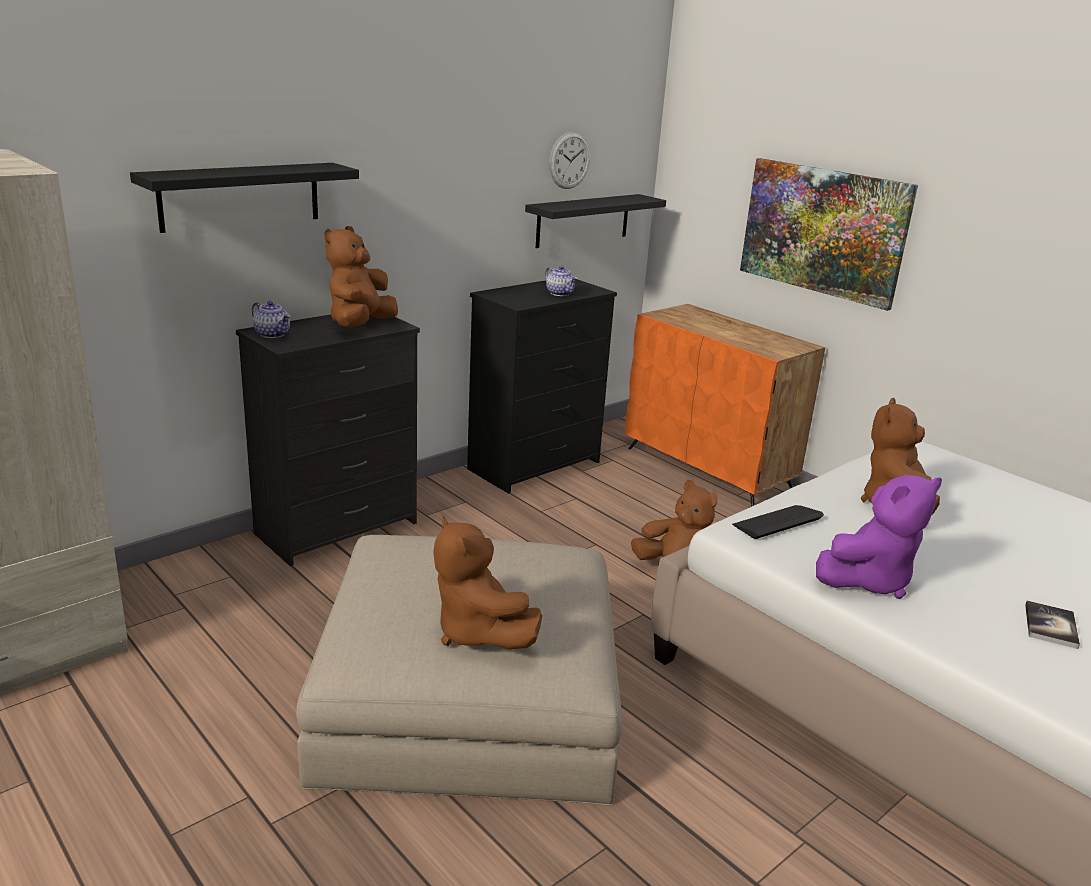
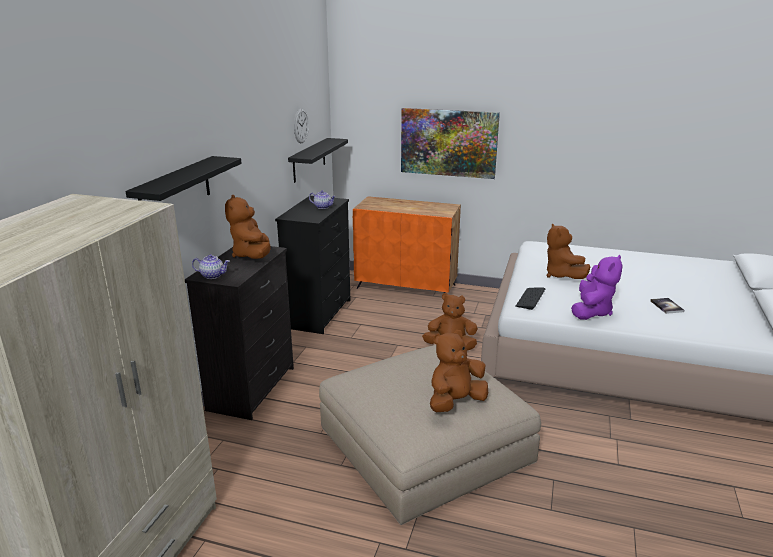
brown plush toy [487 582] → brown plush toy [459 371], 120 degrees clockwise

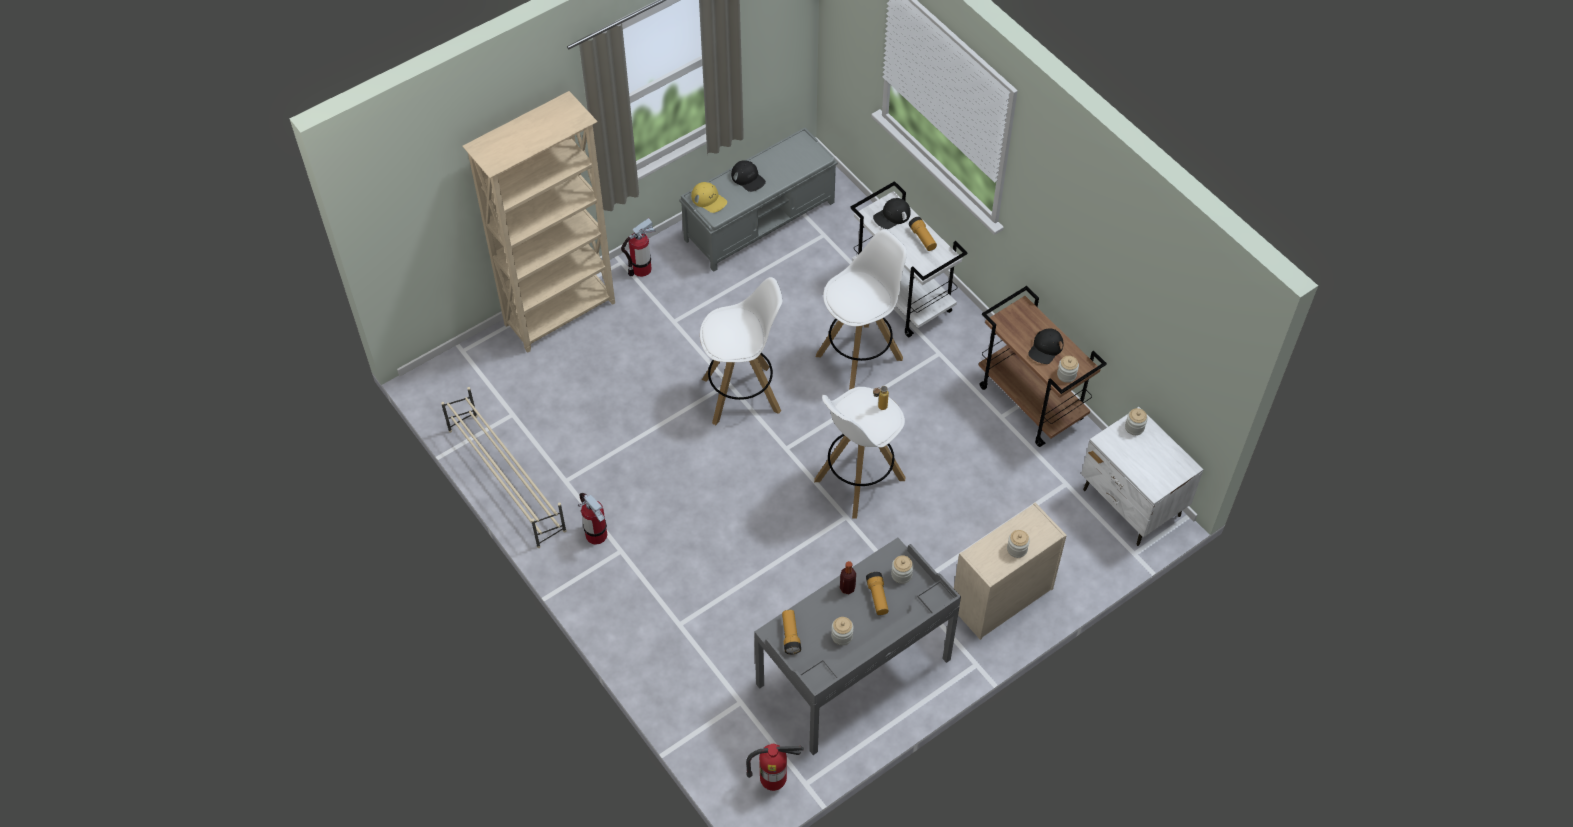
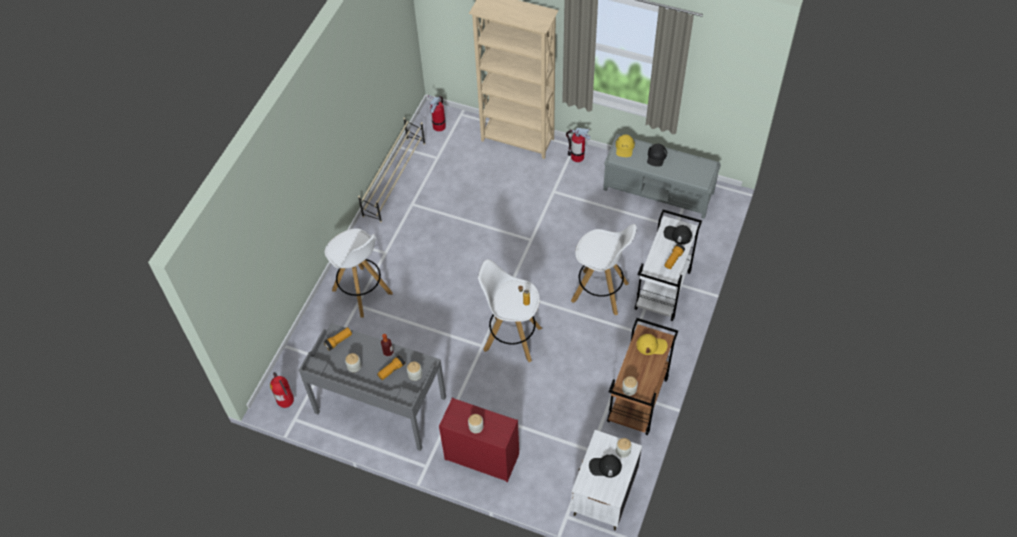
fire extinguisher [592 519] → fire extinguisher [437 113], relocated
white stool [741 351] → white stool [358 273], relocated
beige dresser [1010 571] → red dresser [479 440]
black cap [1046 346] → black cap [605 466], relocated
- → yellow cap [652 344]

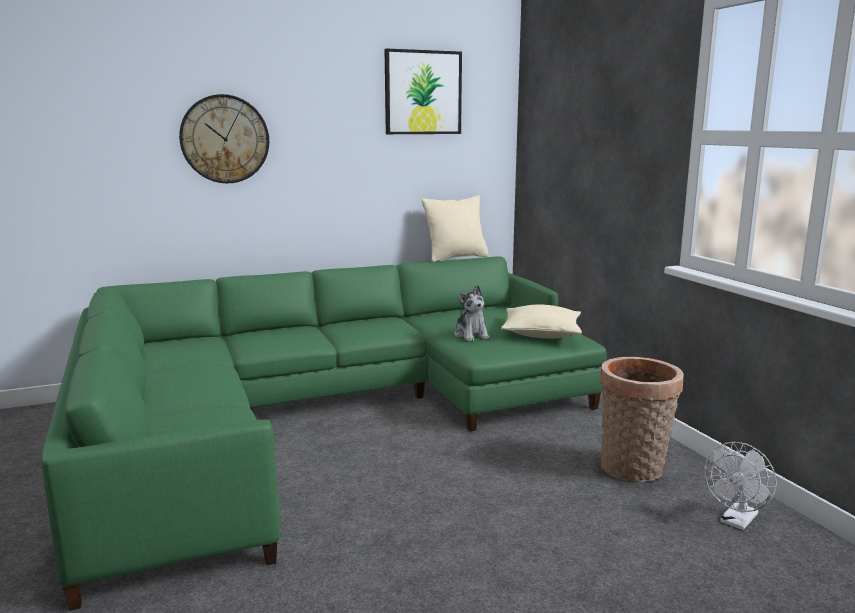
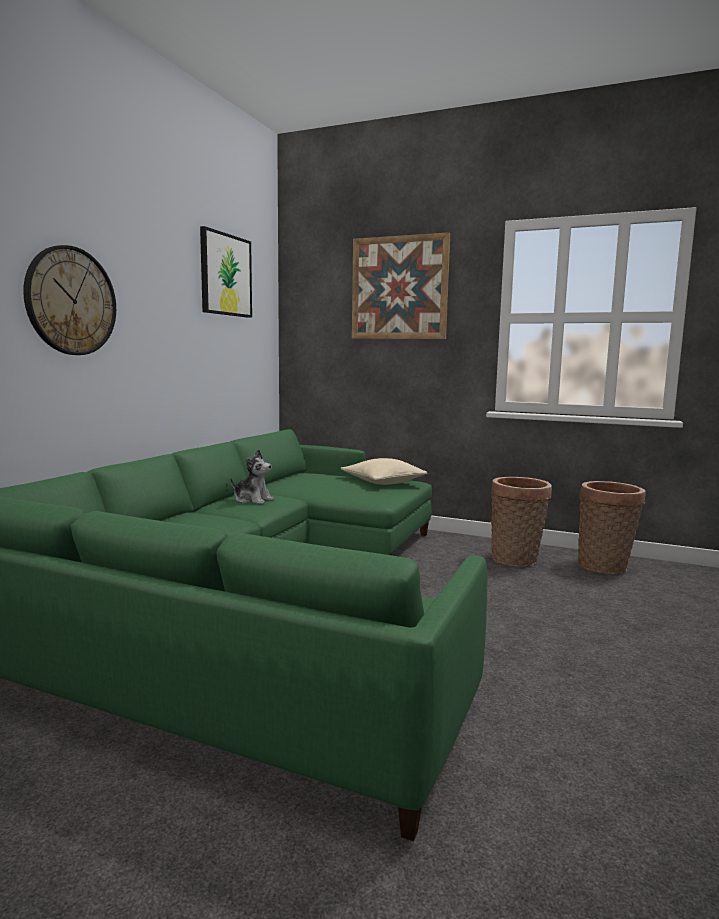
beige pillow [455 228] → -
plush toy [472 313] → plush toy [252 476], relocated
white fan [740 486] → basket [611 527]
- → picture [401 285]

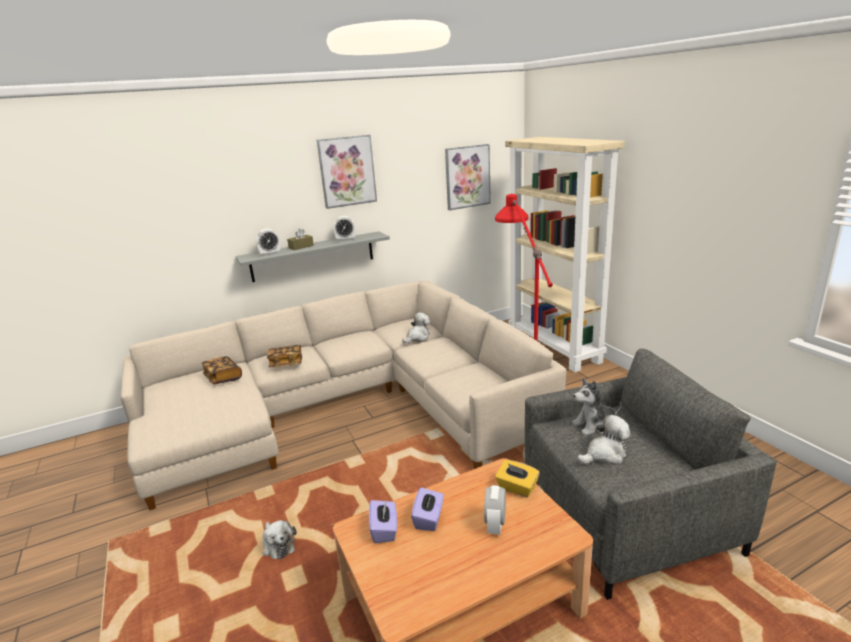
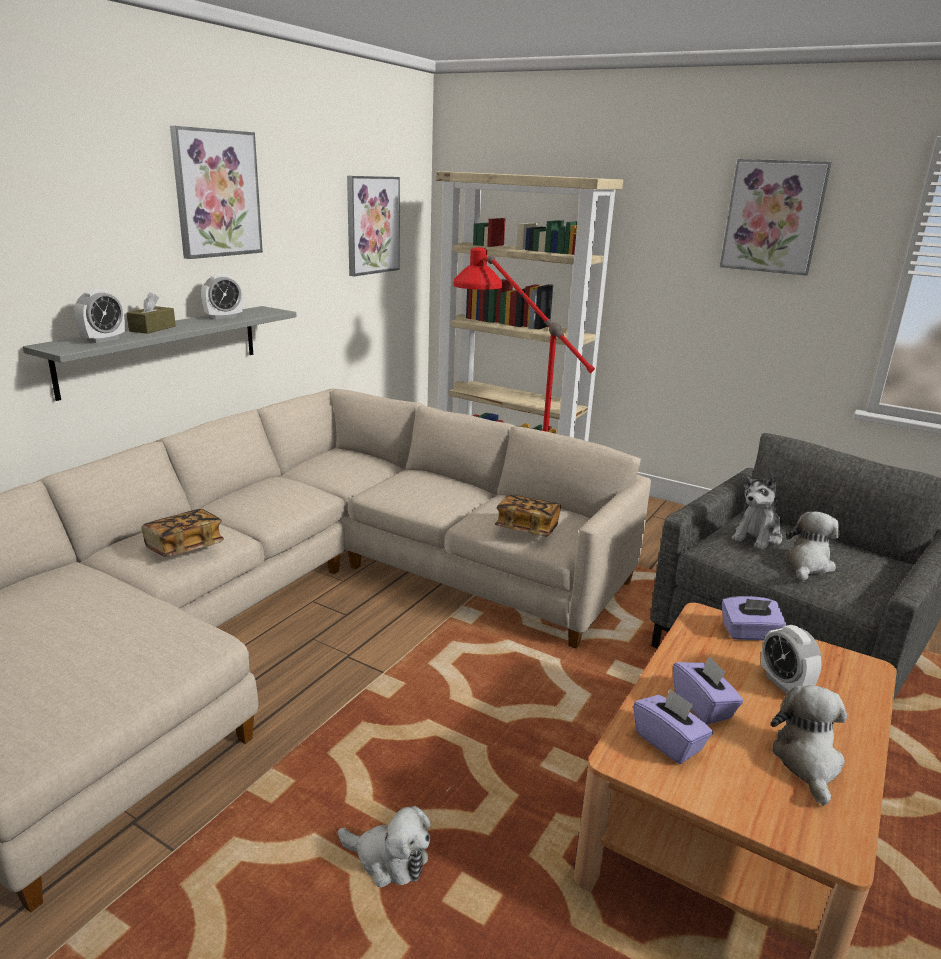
book [222 370] → book [528 516], relocated
plush toy [416 328] → plush toy [809 745], relocated
yellow tissue box [517 478] → purple tissue box [754 618]
- → picture [775 217]

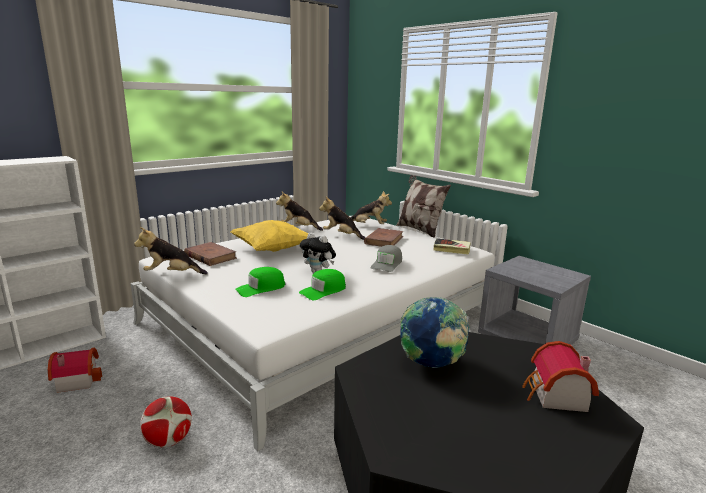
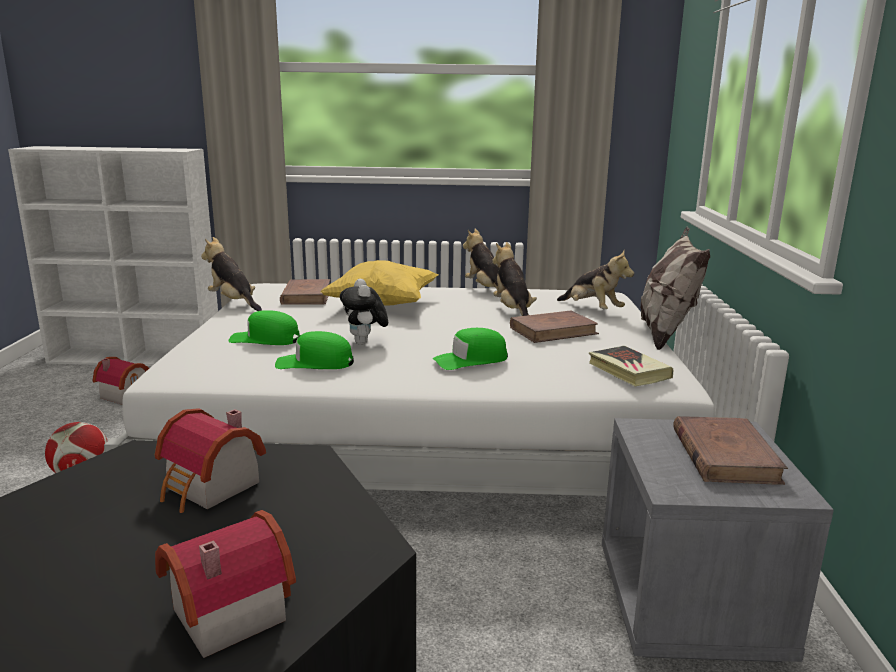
grey cap [386 258] → green cap [470 349]
globe [435 332] → toy house [210 460]
- → brown book [730 450]

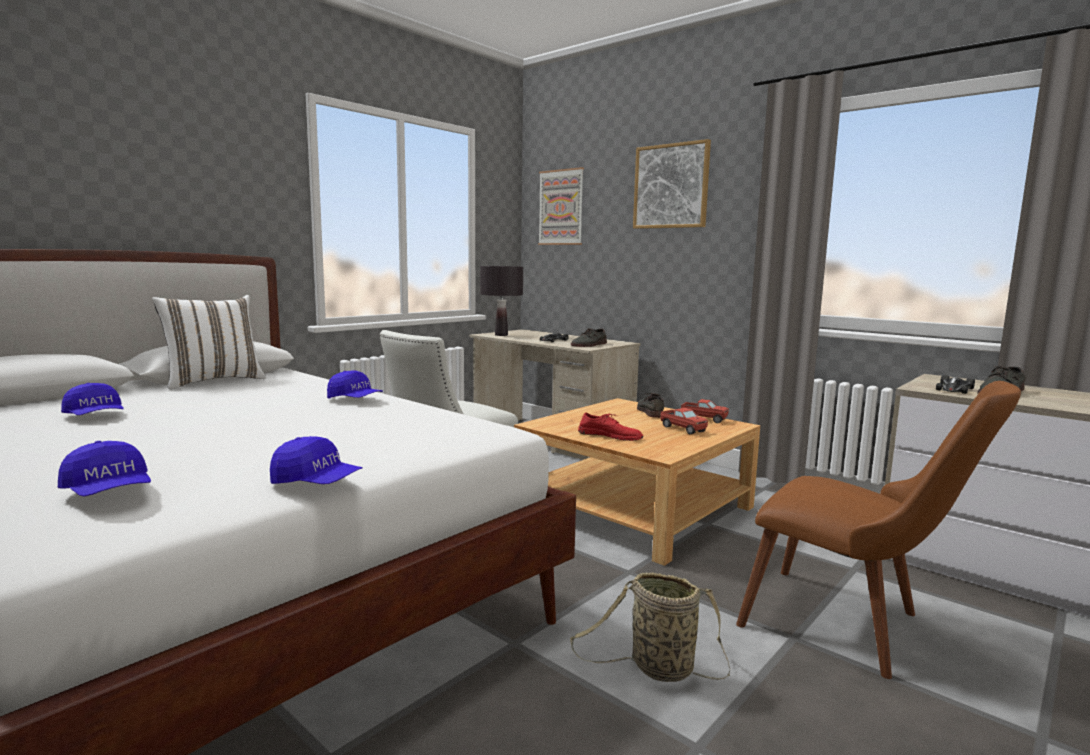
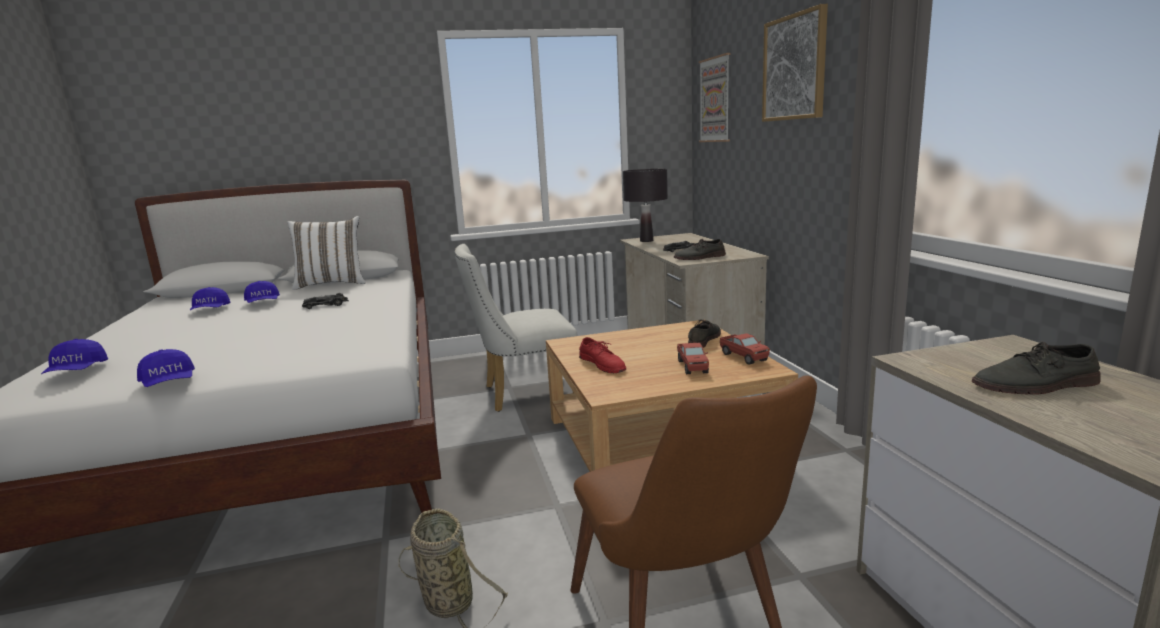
blue cap [355 384] → blue cap [262 292], relocated
toy car [955 384] → toy car [325 301], relocated

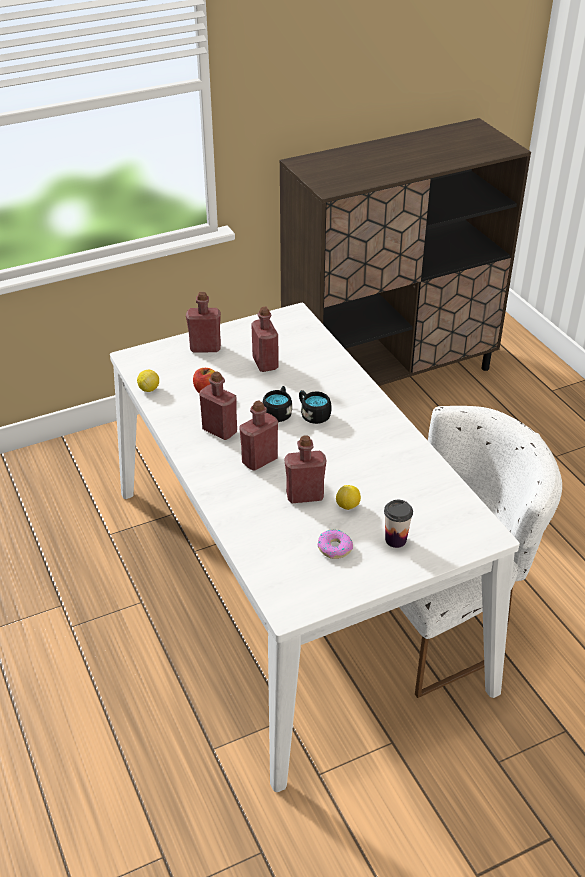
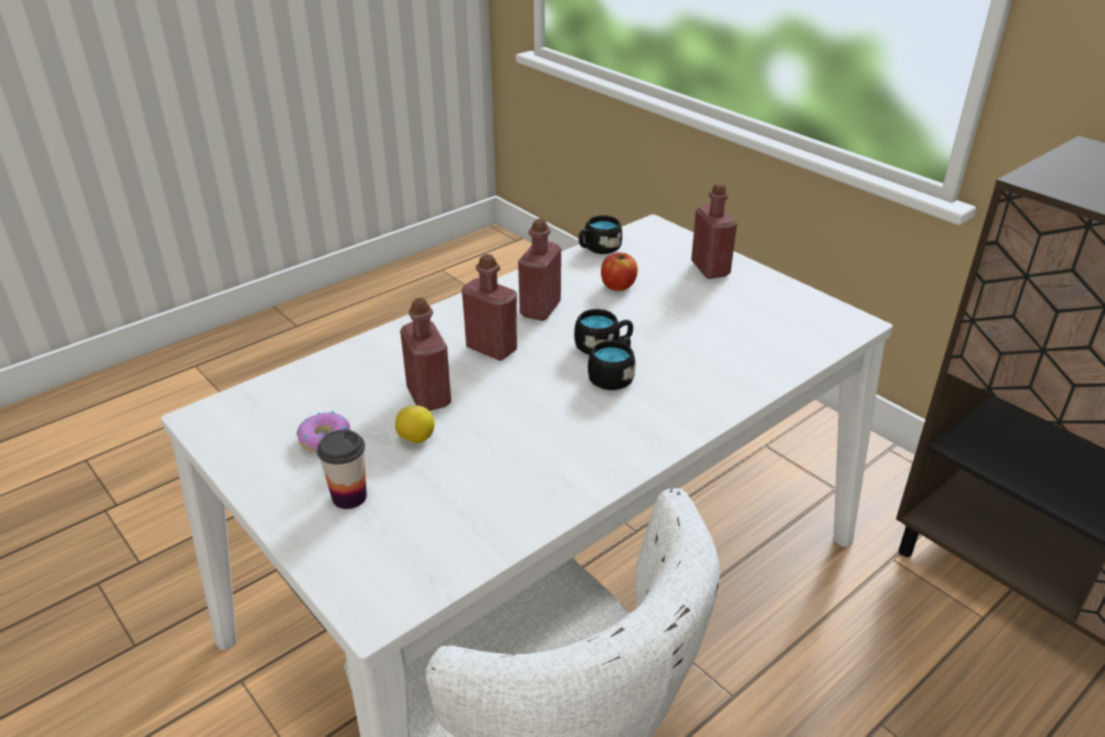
lemon [148 381] → black mug [600 234]
red bottle [265 339] → -

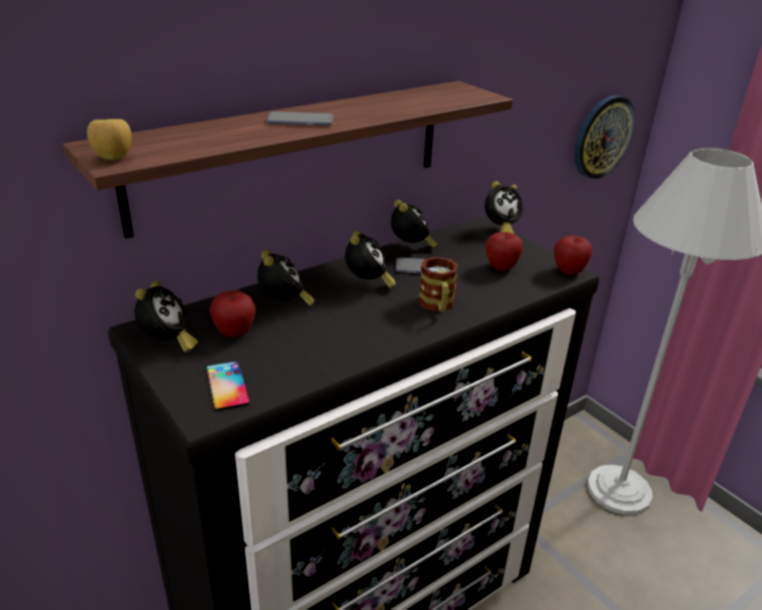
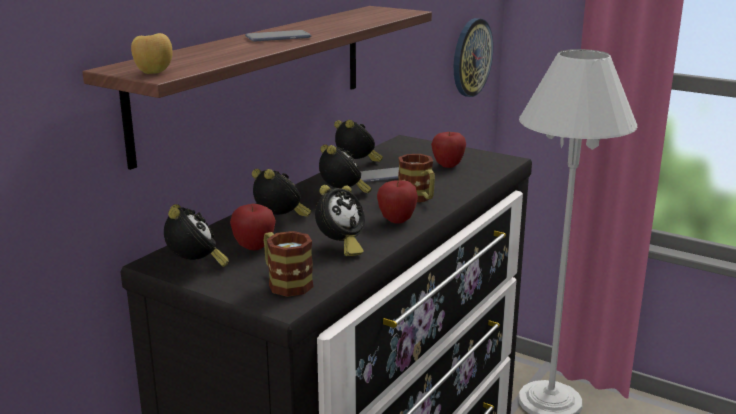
phone [228 386] → mug [289 264]
alarm clock [504 207] → alarm clock [340 220], relocated
apple [573 255] → apple [397 201], relocated

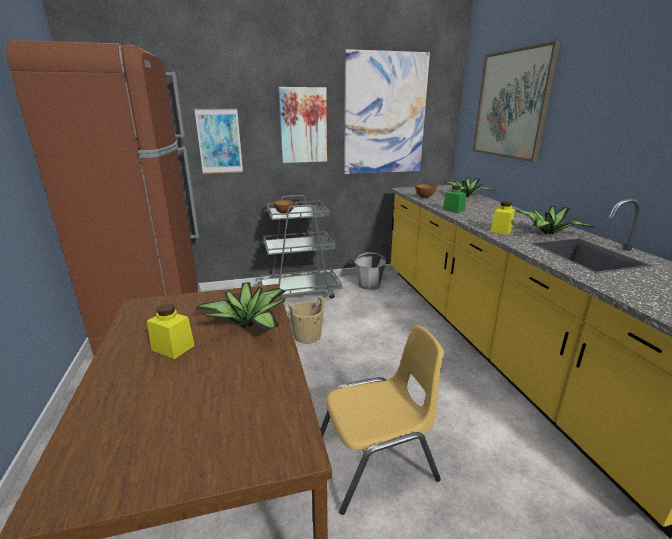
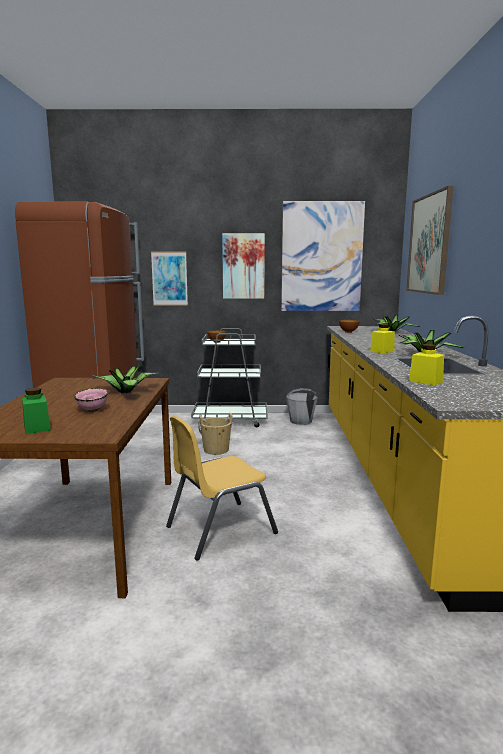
yellow jar [171 331] → yellow jar [426 364], relocated
yellow chair [382 420] → yellow chair [222 488], 150 degrees clockwise
green jar [454 199] → green jar [36 411], relocated
- → pink bowl [91 400]

